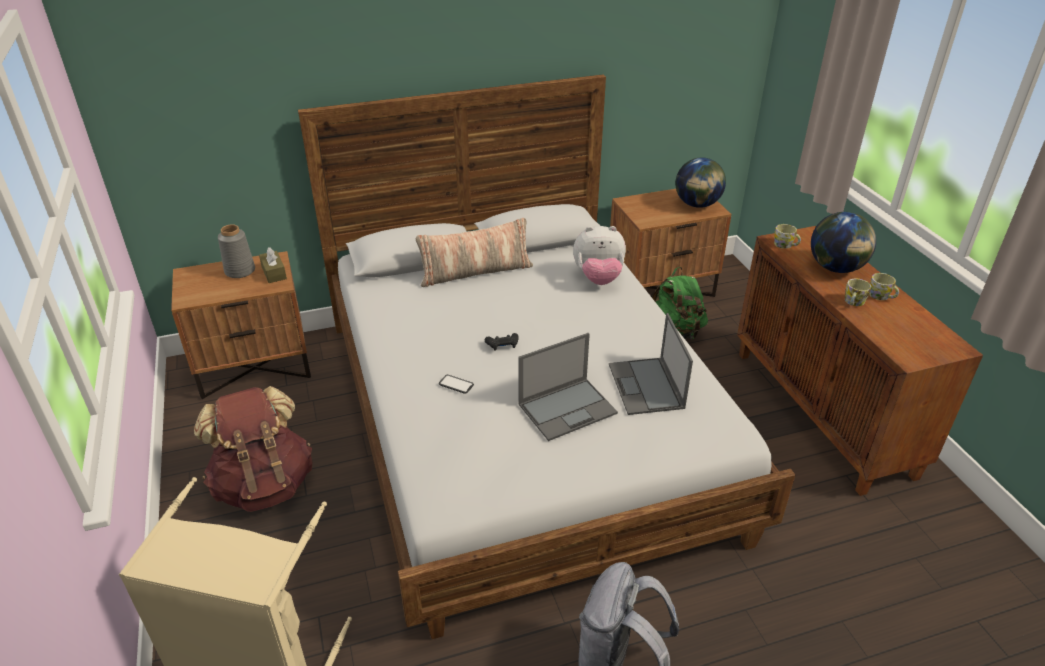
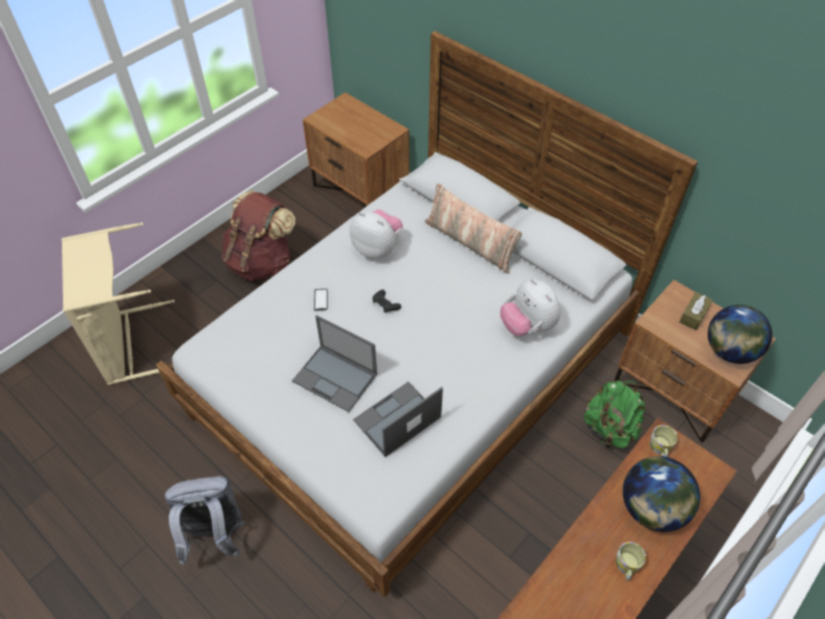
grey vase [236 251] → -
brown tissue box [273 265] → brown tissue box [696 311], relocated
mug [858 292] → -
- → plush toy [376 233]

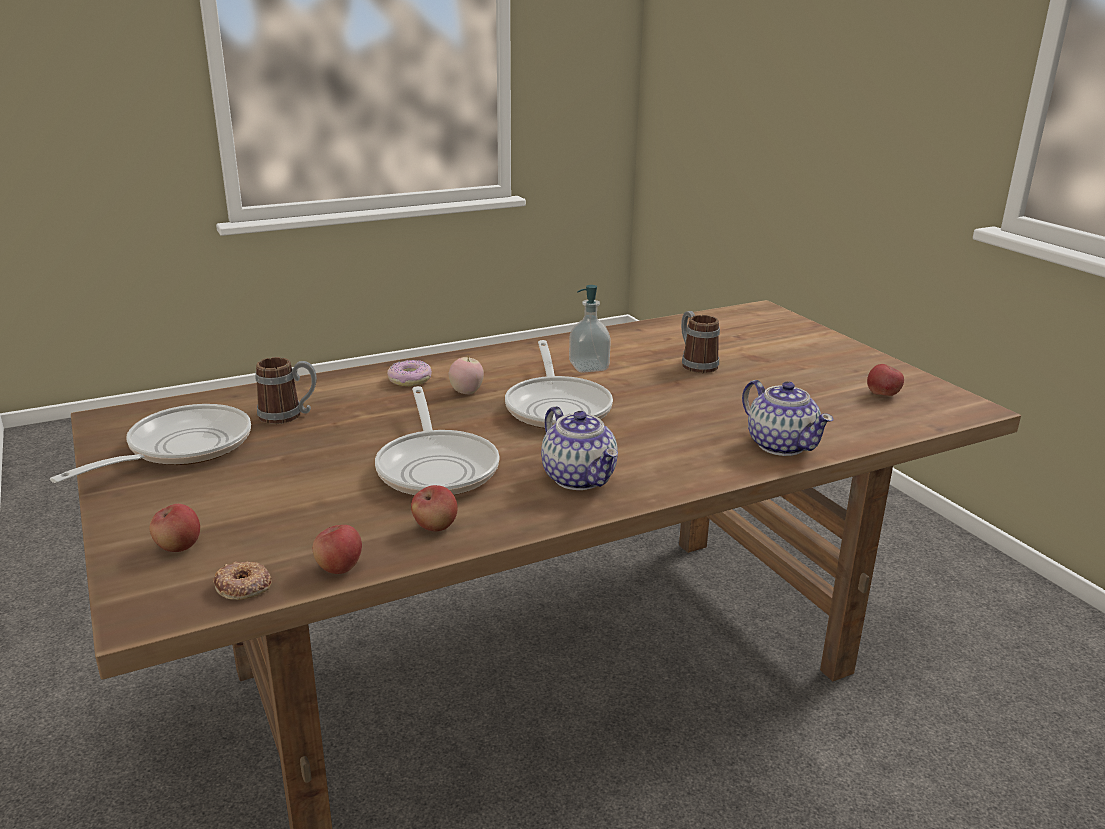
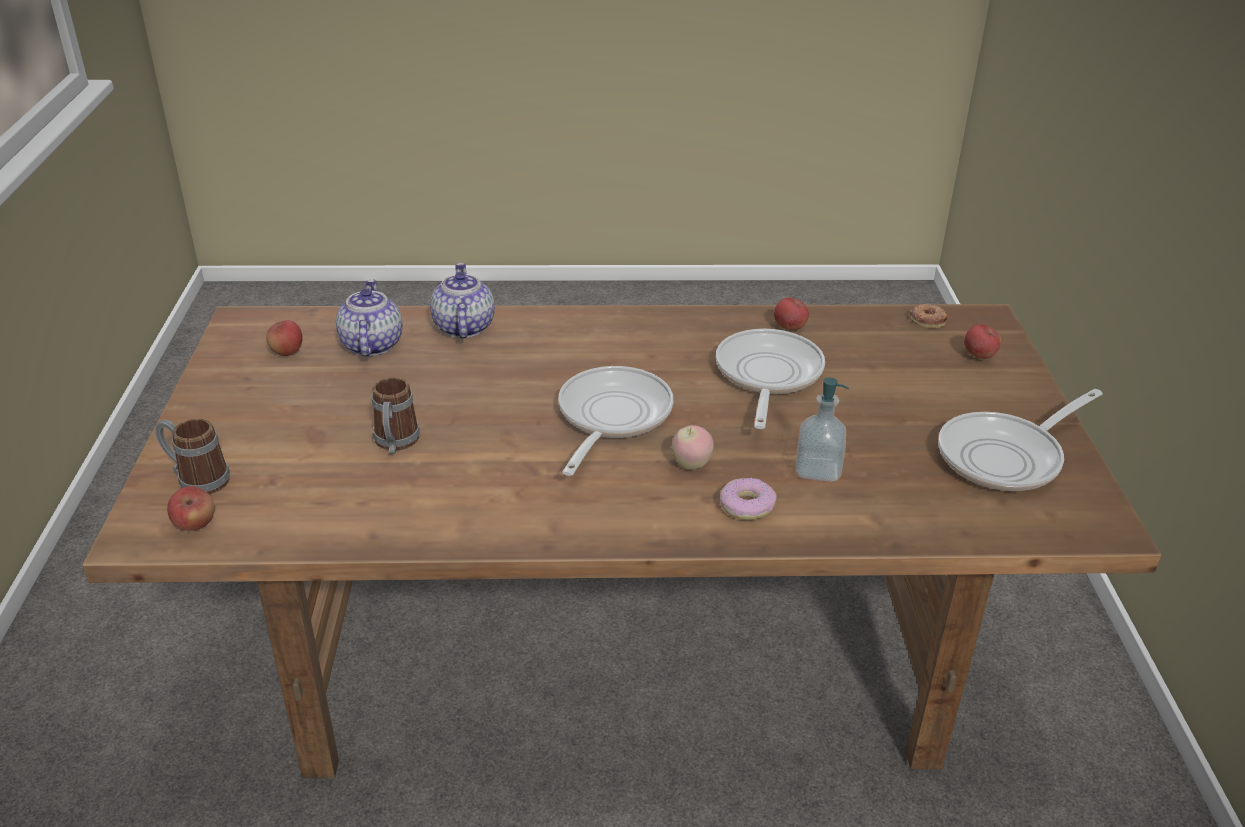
mug [286 390] → mug [192 456], relocated
apple [337 549] → apple [191 508], relocated
teapot [579 448] → teapot [369 318], relocated
soap dispenser [590 329] → soap dispenser [822 429], relocated

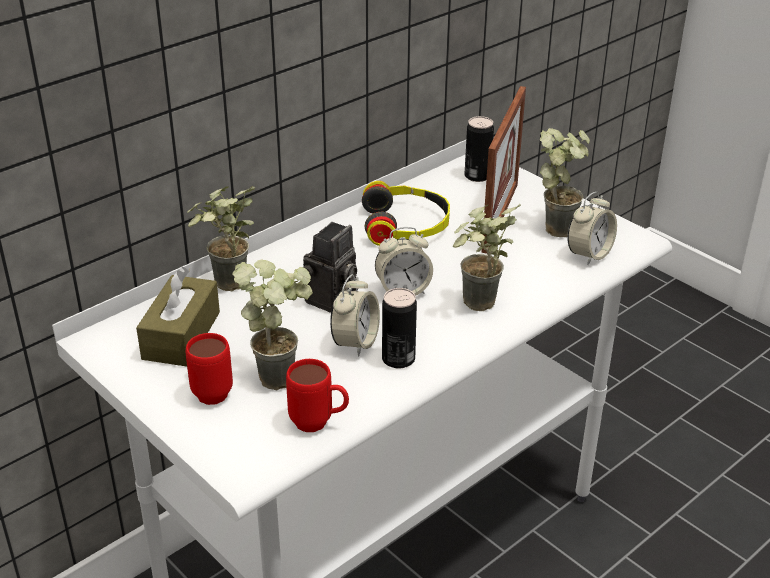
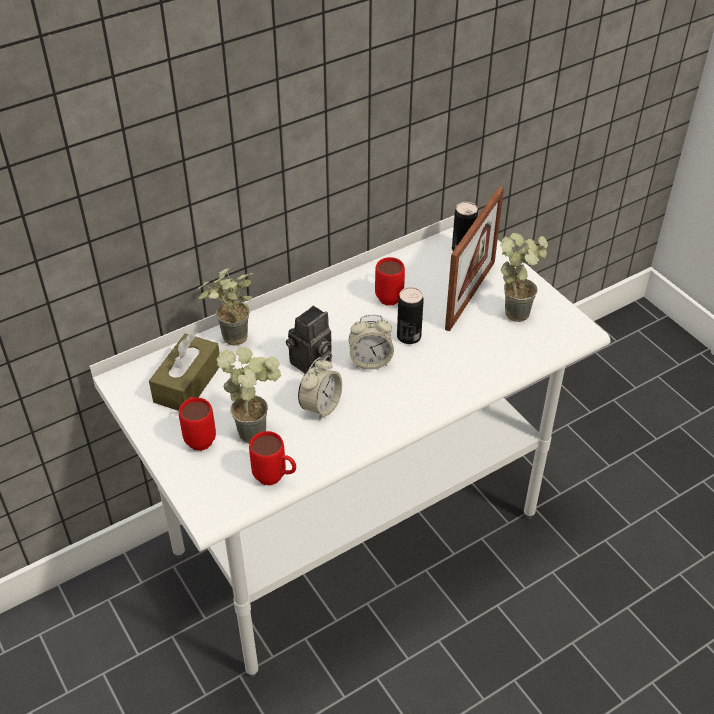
headphones [406 213] → red mug [390 281]
can [399 328] → can [410 315], relocated
potted plant [486 257] → -
alarm clock [592 228] → -

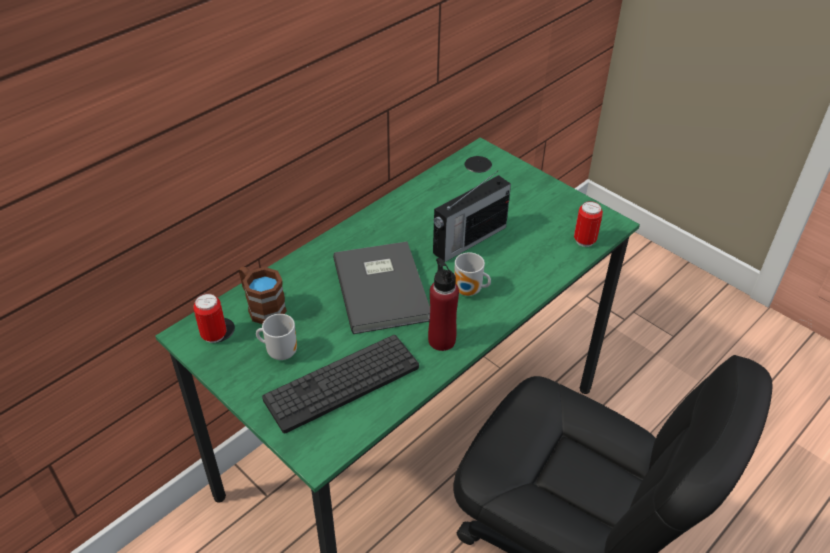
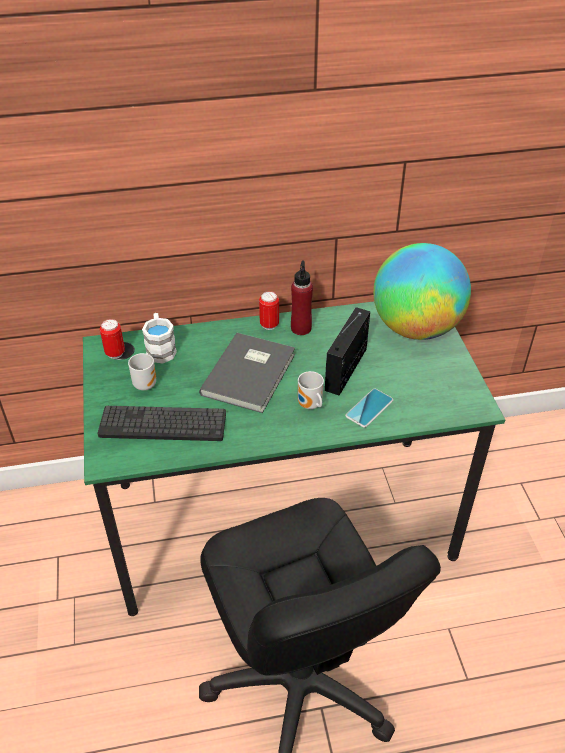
brown mug [263 295] → white mug [159 338]
red bottle [443 304] → red bottle [302 298], relocated
radio [472 216] → radio [347 351], 120 degrees clockwise
can [588 224] → can [269 310], relocated
- → phone [369 408]
- → globe [422 291]

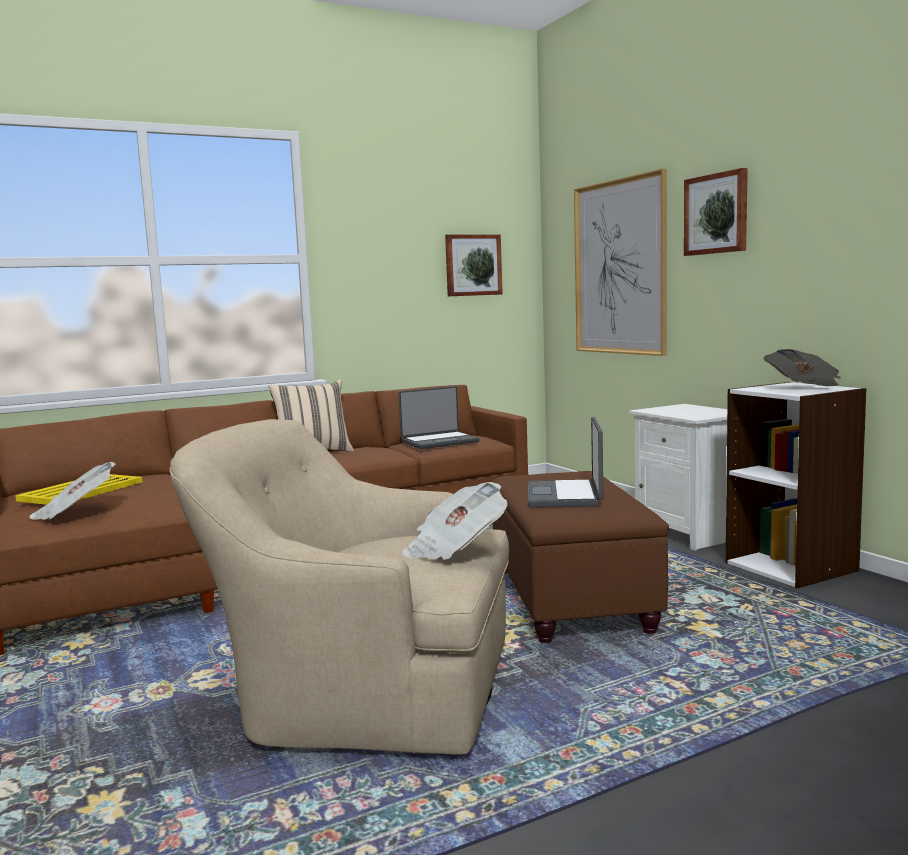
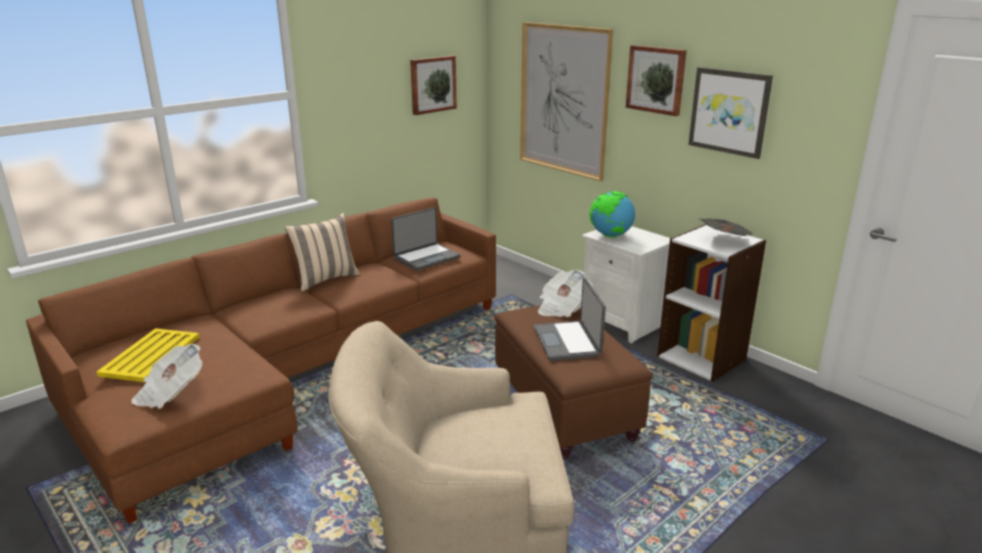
newspaper [455 521] → newspaper [565 293], relocated
- → globe [612 214]
- → picture [730 113]

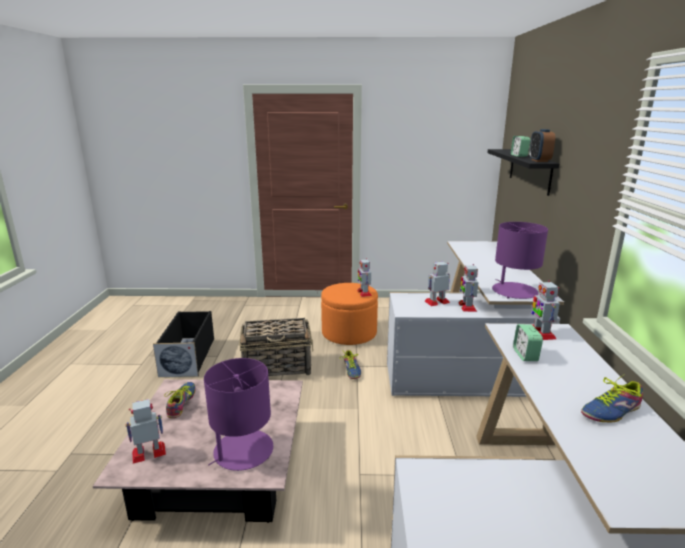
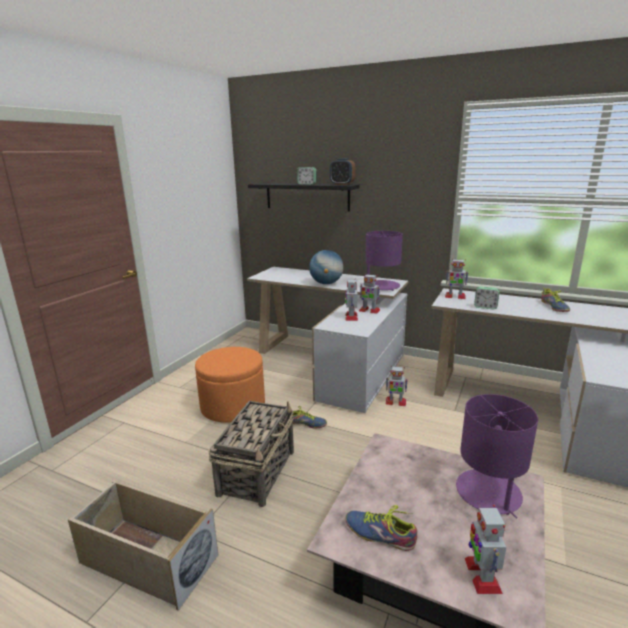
black storage box [183 344] → beige storage box [143 545]
toy robot [364 277] → toy robot [397 386], relocated
- → globe [326 267]

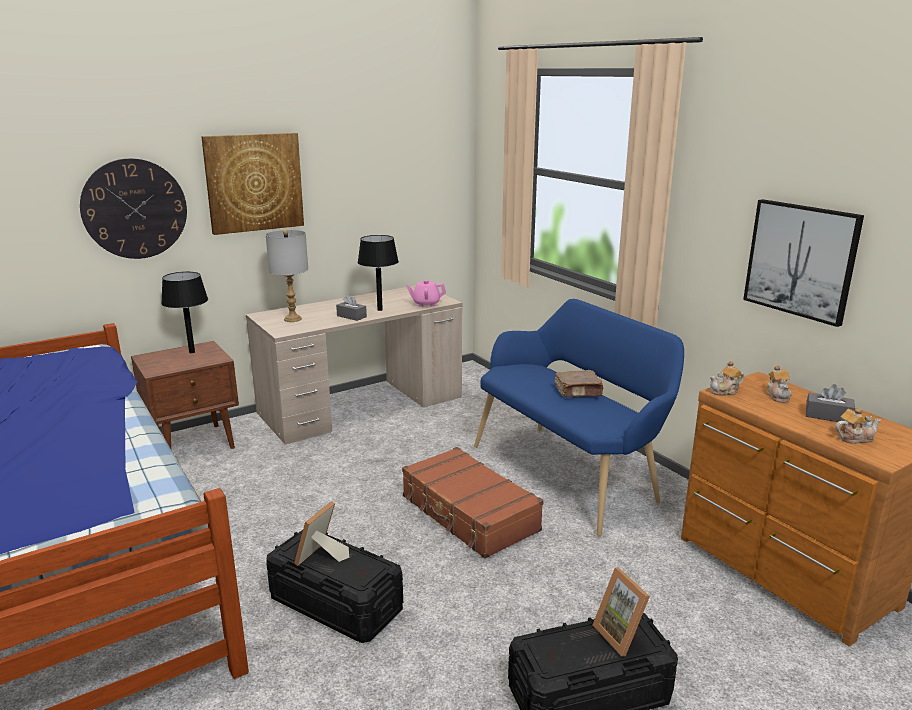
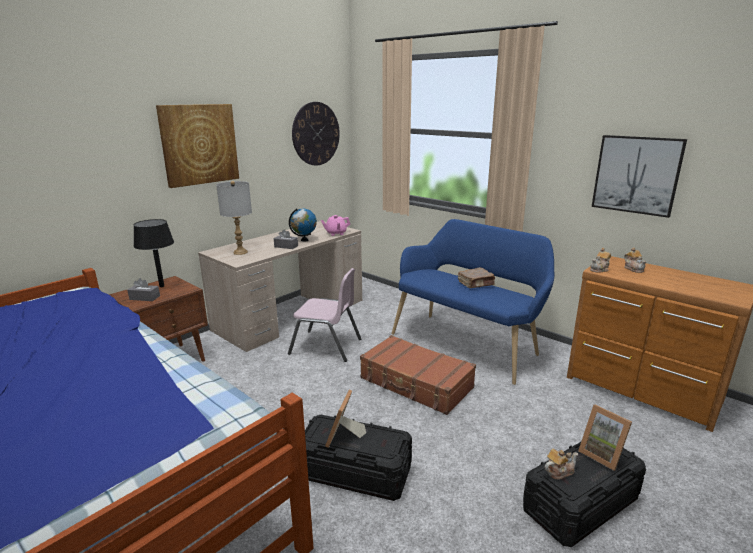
wall clock [133 208] → wall clock [316 134], relocated
black table lamp [378 273] → globe [303 225]
grey tissue box [830 403] → grey tissue box [143 289], relocated
teapot [858 426] → teapot [561 464], relocated
- → pink chair [324 315]

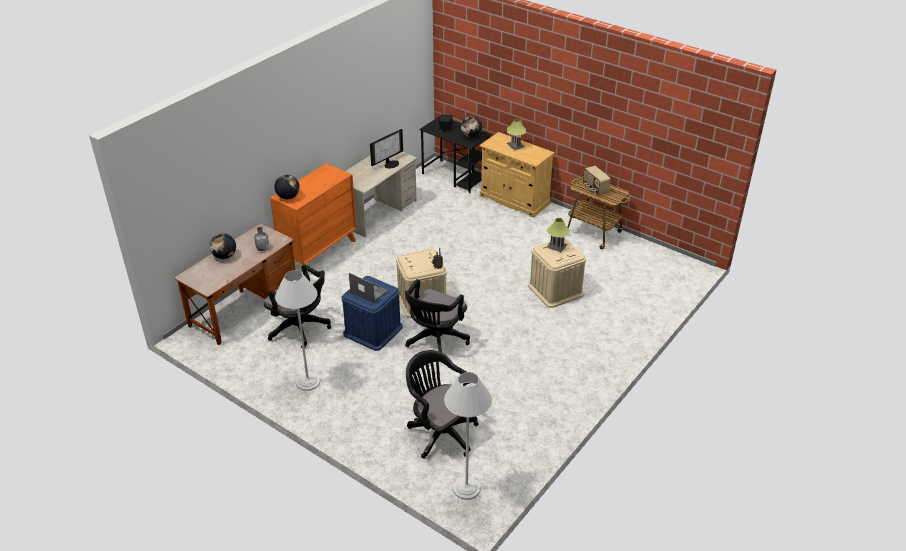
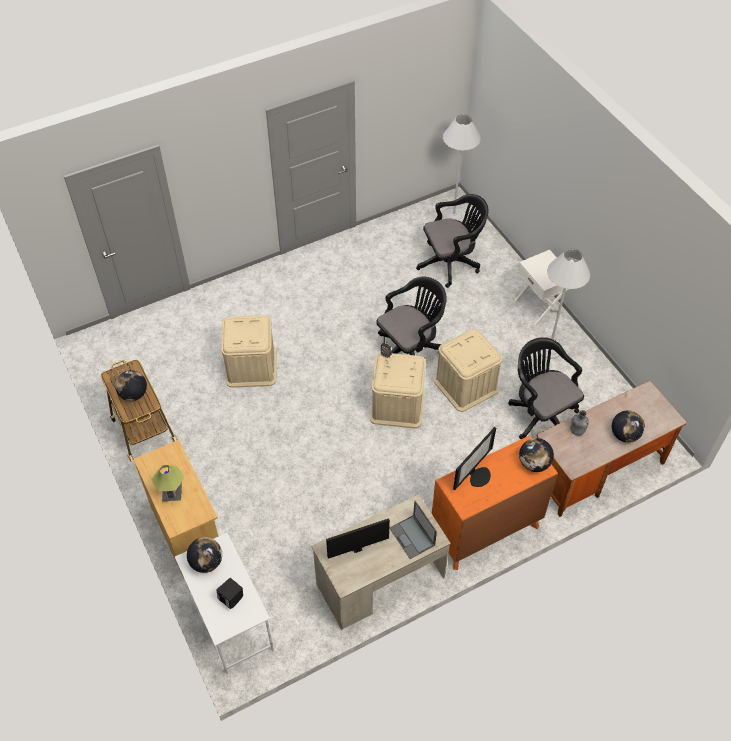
blue storage box [372 313] → beige storage box [468 370]
laptop [369 288] → laptop [413 530], relocated
black office chair [442 404] → black office chair [452 241], 90 degrees counterclockwise
black desk [455 154] → white desk [224 603]
table lamp [558 235] → -
radio [596 180] → globe [131 385]
- → monitor [474 458]
- → white nightstand [541 287]

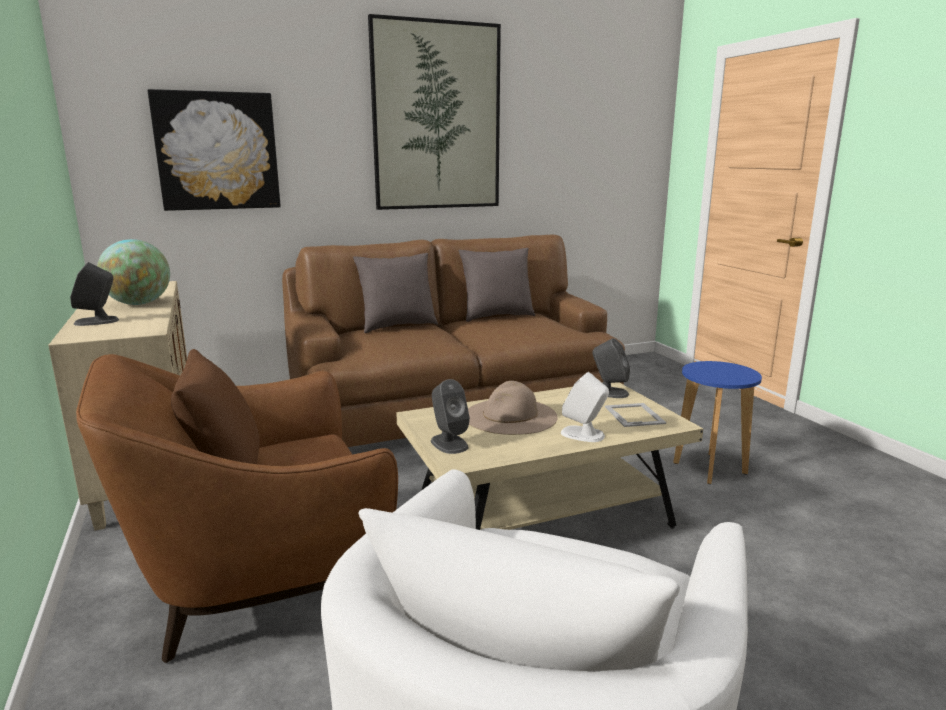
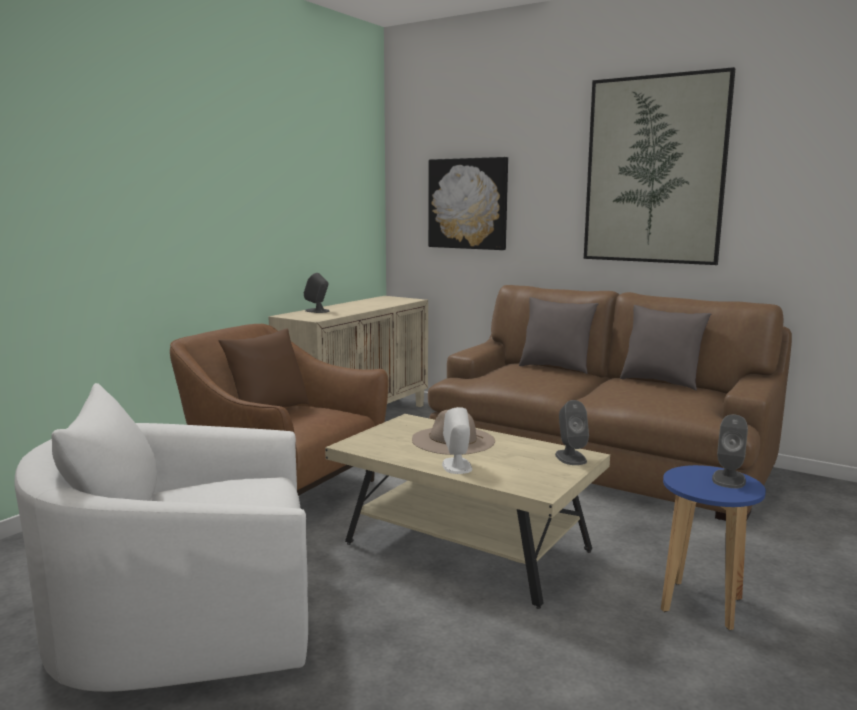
globe [133 272] → -
grey speaker [450 416] → grey speaker [730 451], relocated
picture frame [635 415] → -

